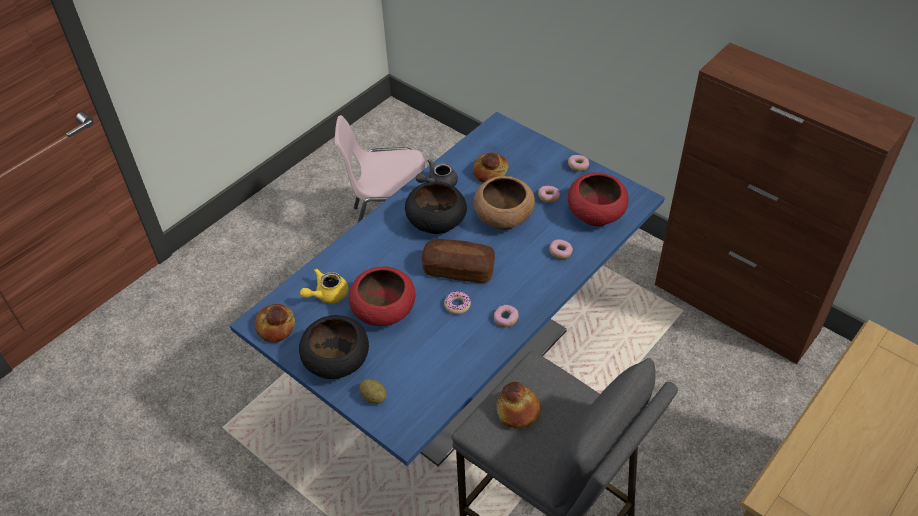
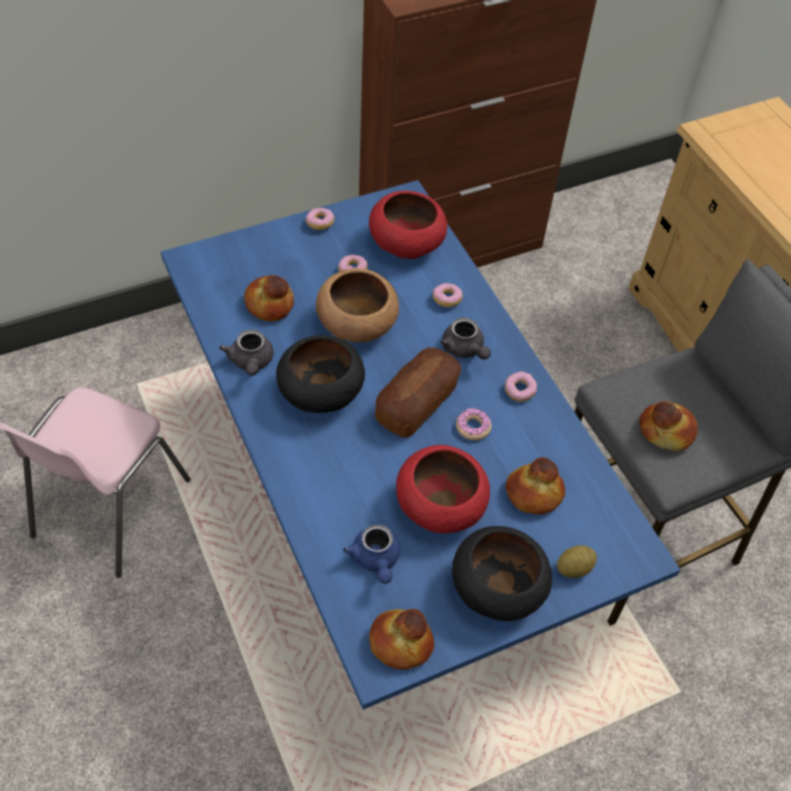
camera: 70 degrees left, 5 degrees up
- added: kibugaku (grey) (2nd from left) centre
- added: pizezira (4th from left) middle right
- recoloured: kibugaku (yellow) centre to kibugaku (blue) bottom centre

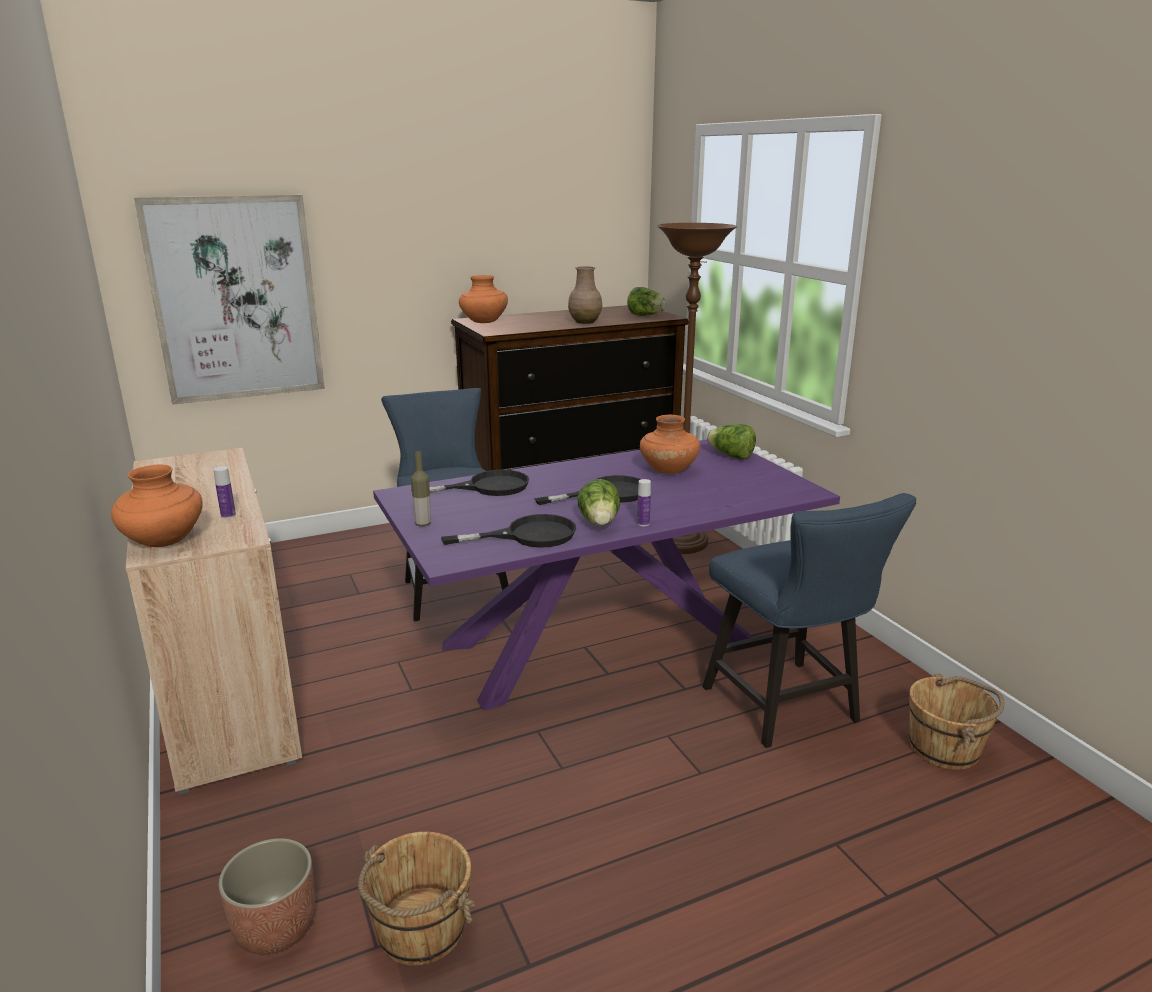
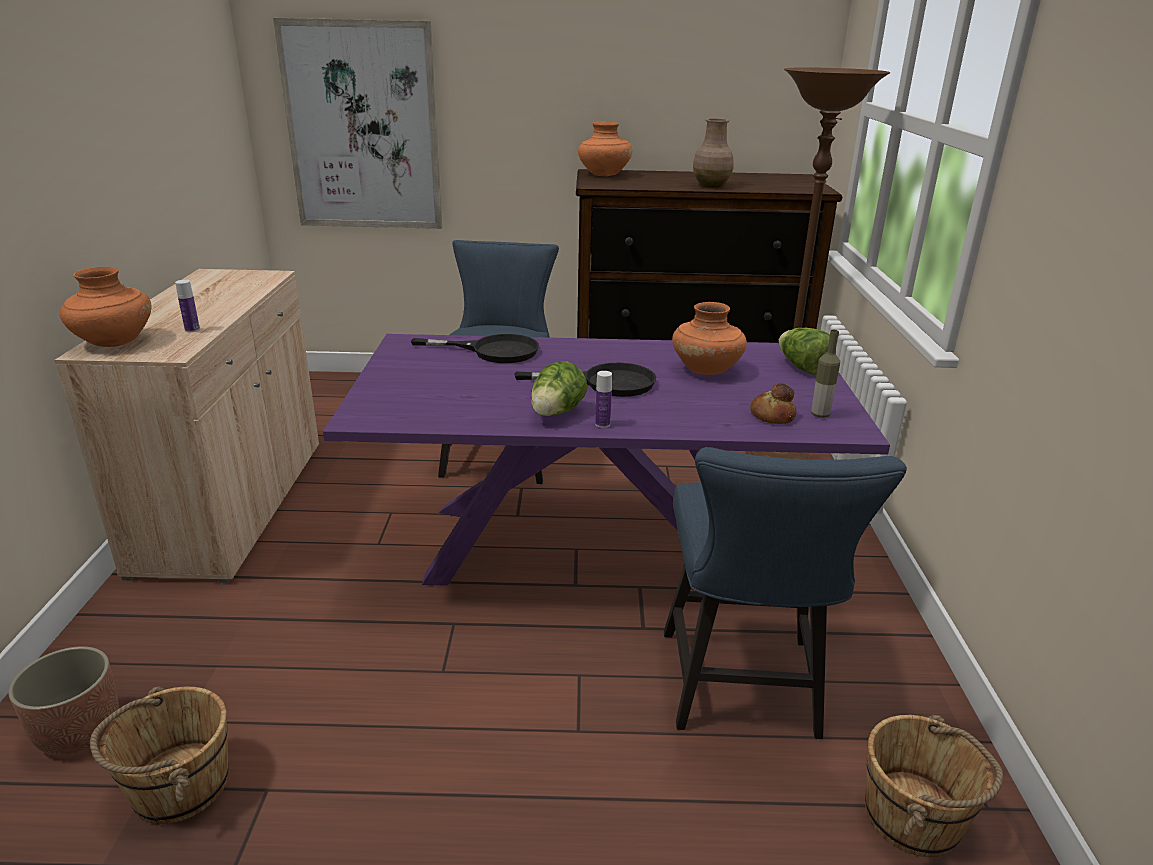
camera: 25 degrees right, 5 degrees up
- removed: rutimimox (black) (2nd from left) centre
- removed: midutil (2nd from left) top centre
- added: pizezira middle right
- moved: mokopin (2nd from left in the first image) centre to mokopin (3rd from left) middle right

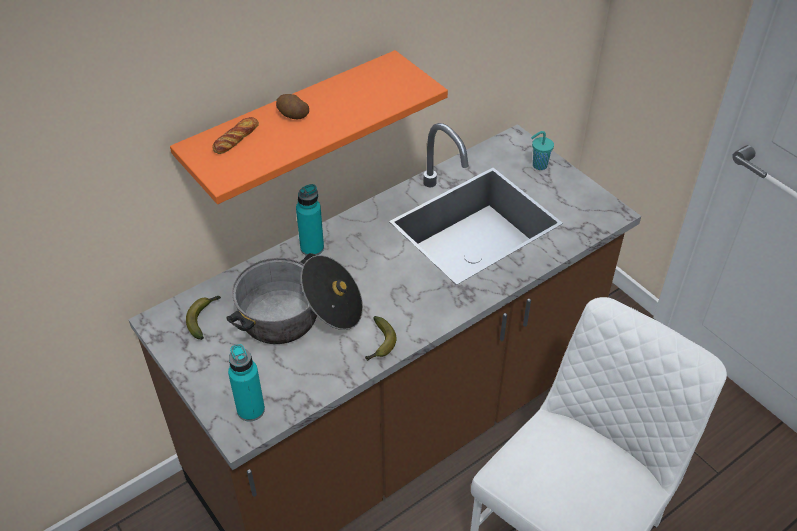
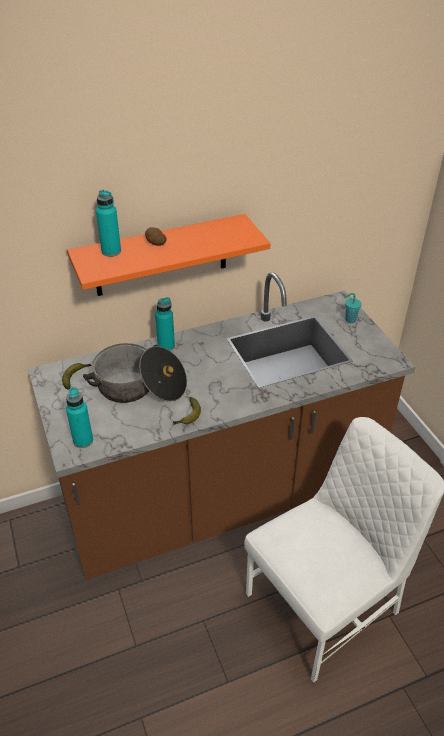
camera: 15 degrees right, 5 degrees down
- replaced: pizezira top left to mokopin (turquoise) (2nd from left) top left

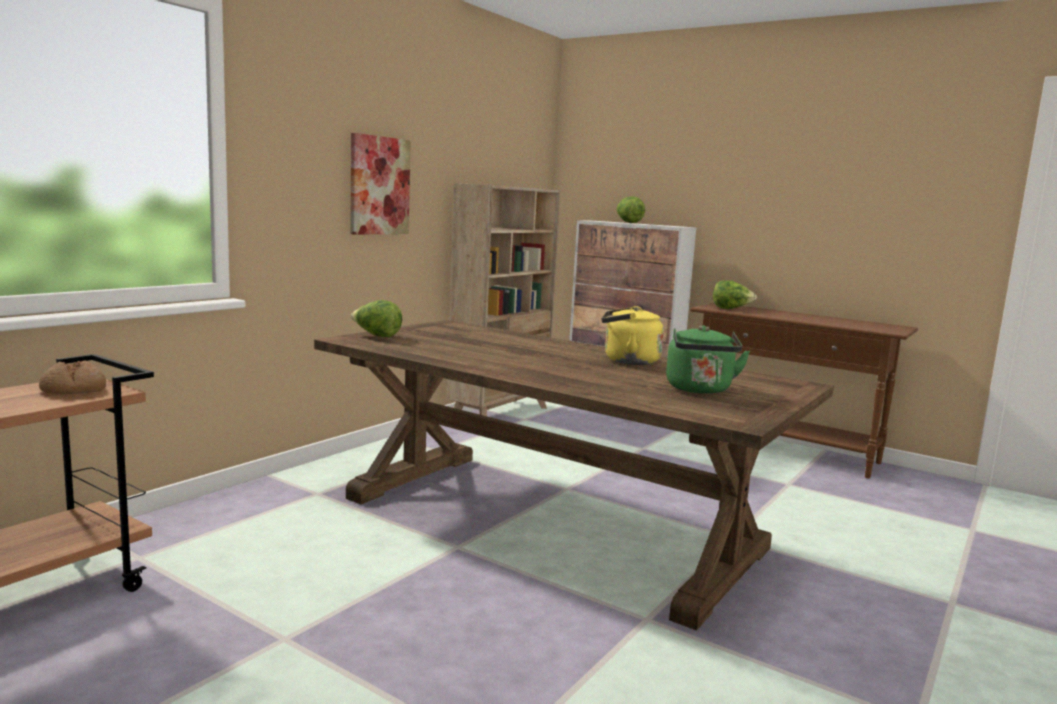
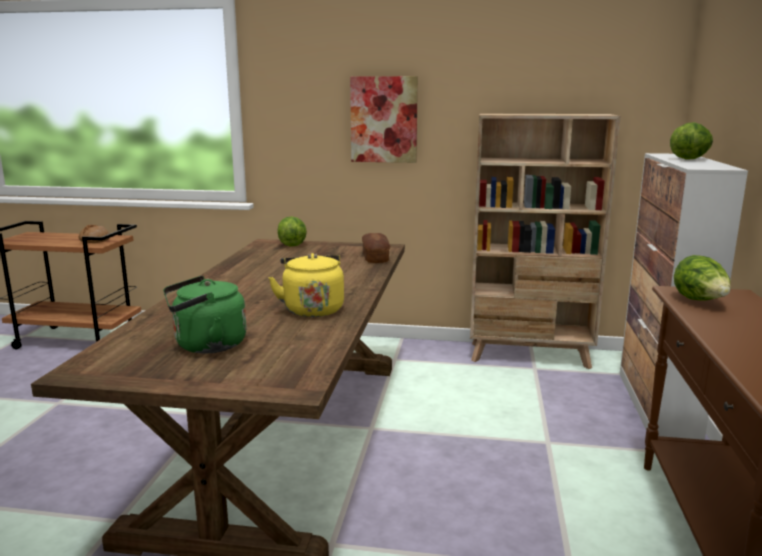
camera: 65 degrees right, 5 degrees up
- added: pizezira (2nd from left) centre

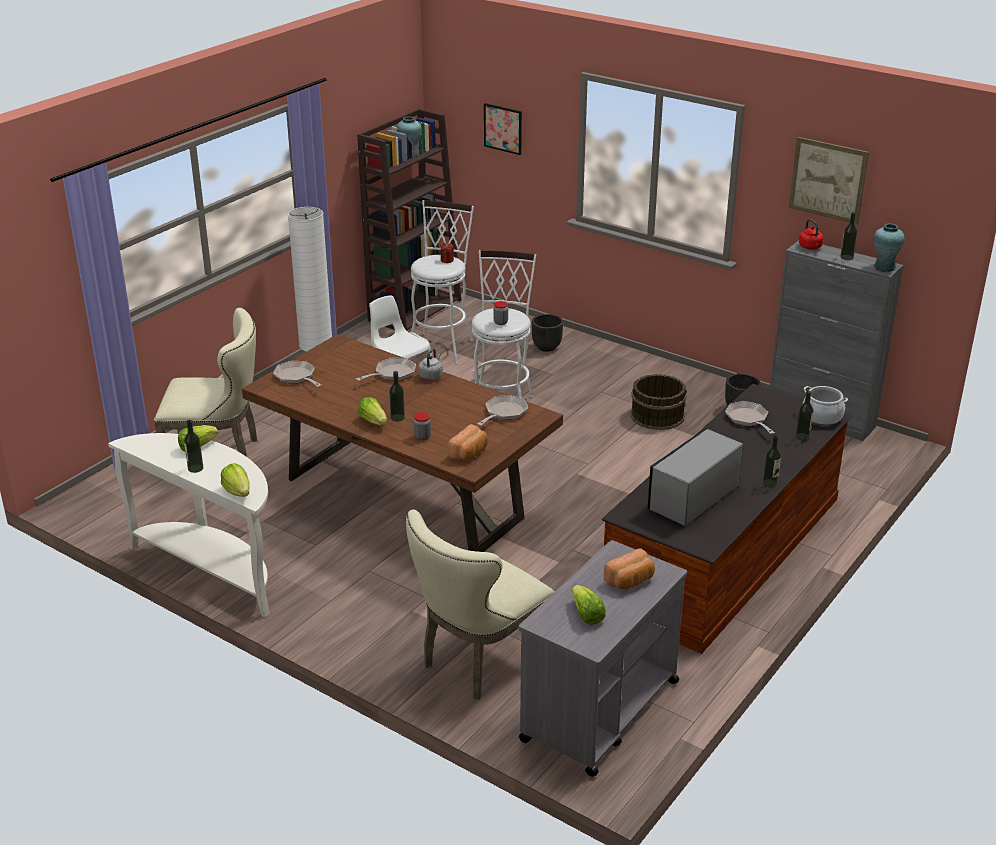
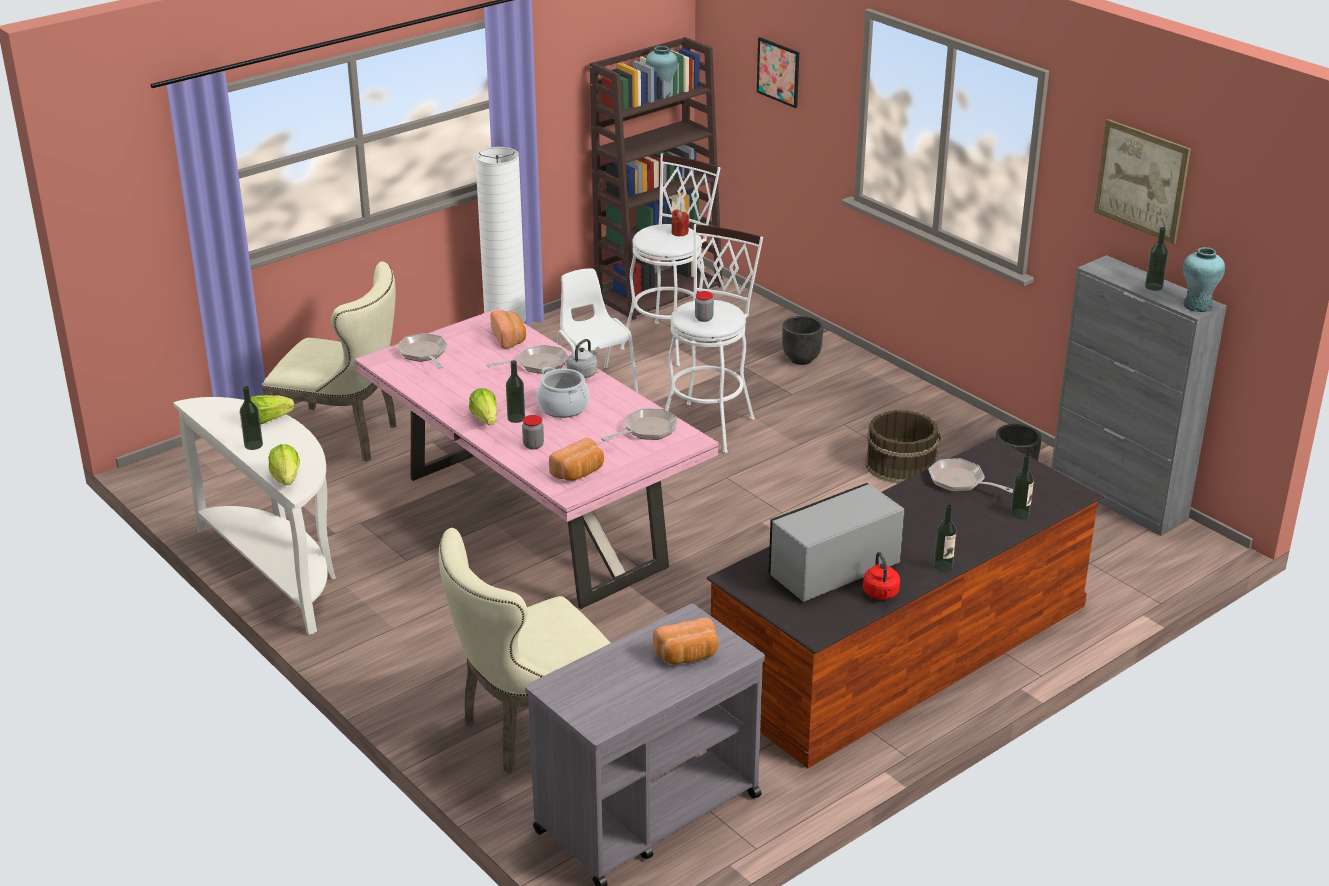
camera: 15 degrees right, 0 degrees up
- removed: midutil (4th from left) bottom centre
- added: pizezira (1st from left) centre
- moved: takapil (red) top right to centre
- moved: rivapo middle right to centre
- recoloured: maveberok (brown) centre to maveberok (pink) centre
- turned: rutimimox (4th from left) middle right = middle right 45 degrees counterclockwise

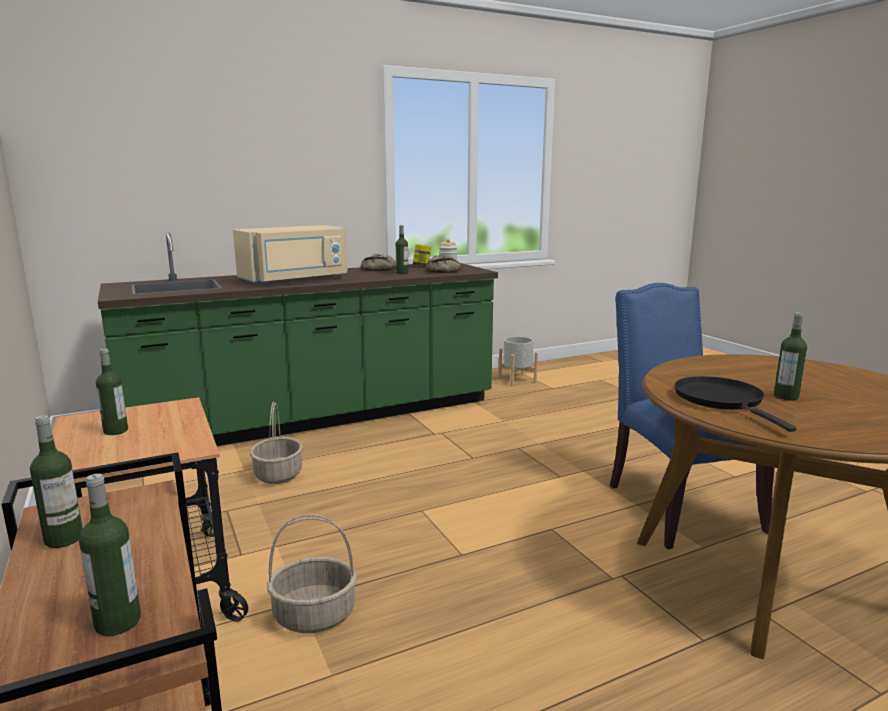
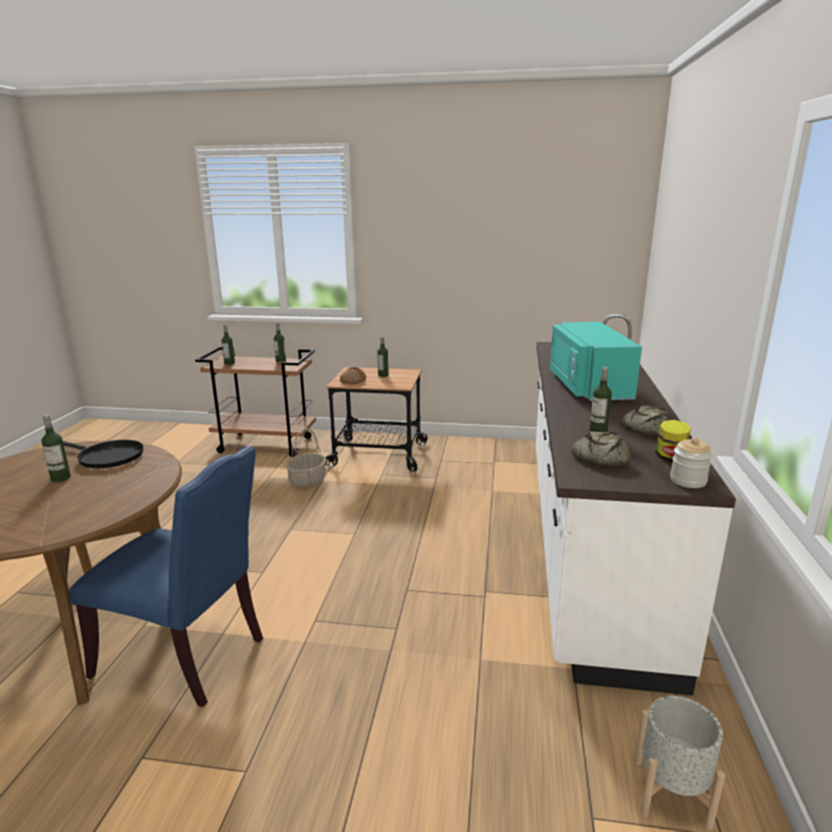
camera: 125 degrees right, 5 degrees up
- removed: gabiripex (1st from left) middle left
- added: pizezira (1st from left) centre
- recoloured: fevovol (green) centre to fevovol (white) middle right
- recoloured: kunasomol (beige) middle left to kunasomol (turquoise) middle right

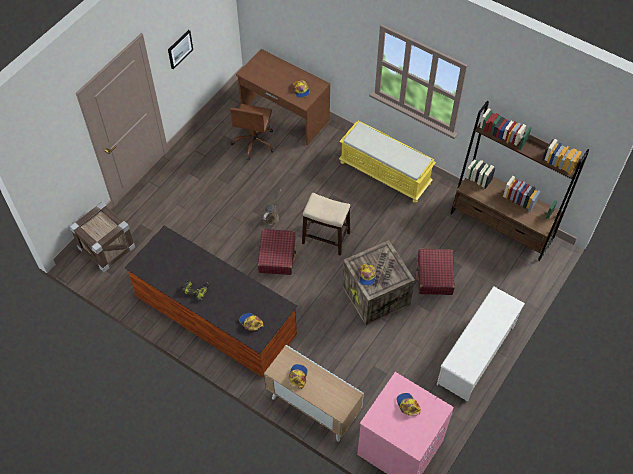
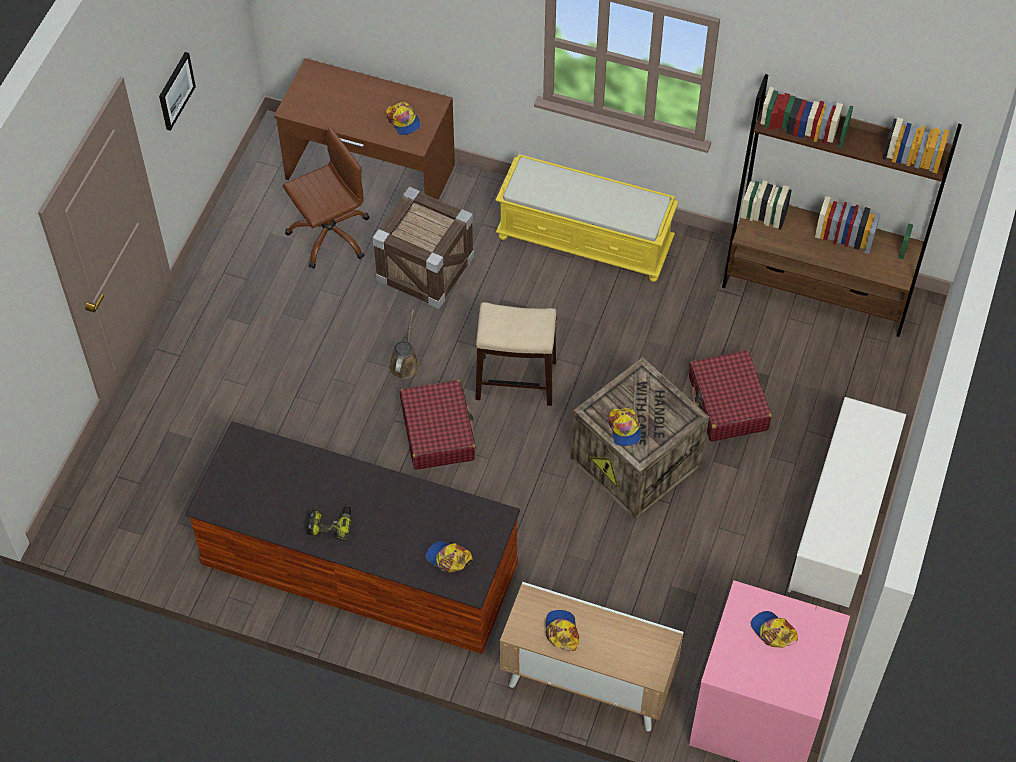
camera: 15 degrees left, 0 degrees up
- moved: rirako (1st from left) middle left to top centre
- turned: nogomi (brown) top centre = top left 120 degrees counterclockwise

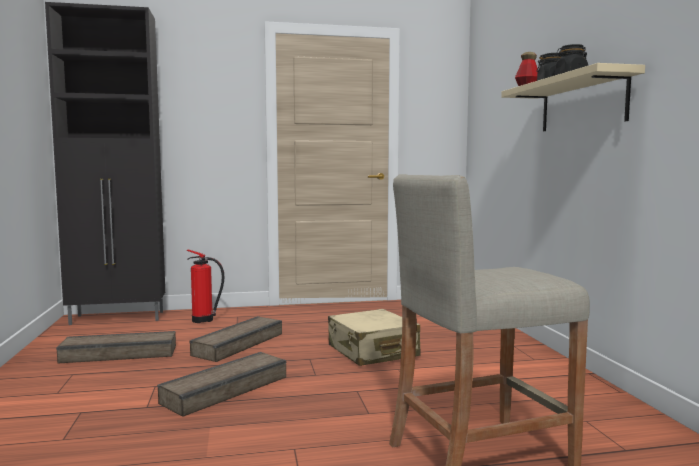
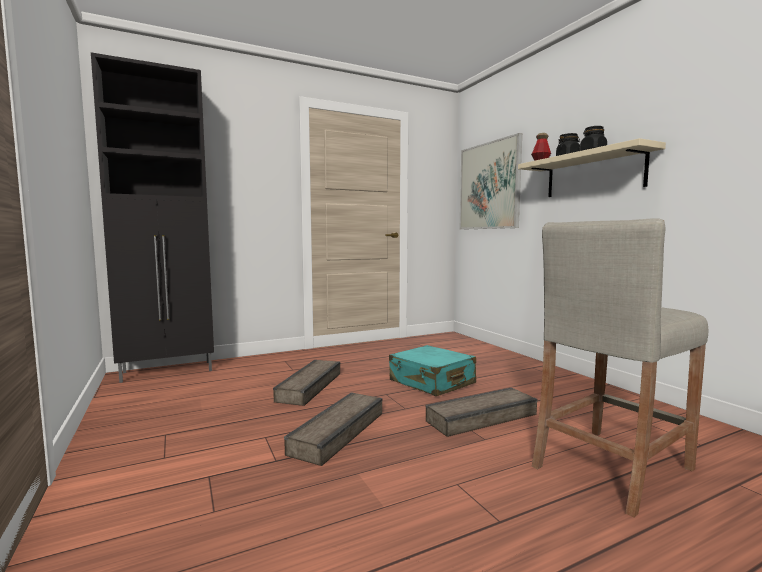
camera: 15 degrees left, 0 degrees up
- removed: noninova middle left
- added: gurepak top centre
- moved: rirako (1st from left in the first image) bottom left to rirako (3rd from left) bottom centre
- recoloured: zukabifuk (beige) bottom centre to zukabifuk (turquoise) centre

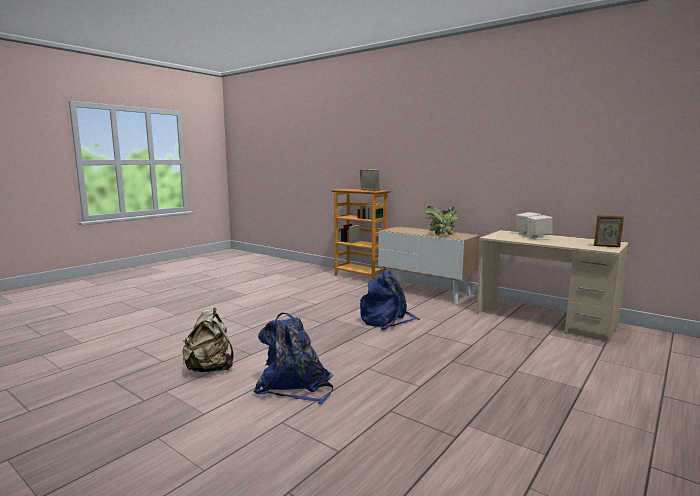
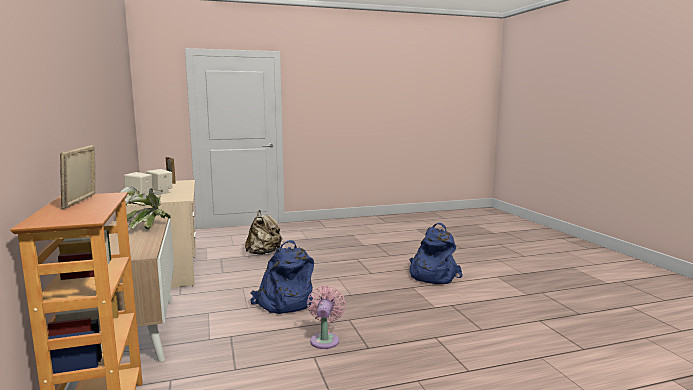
camera: 145 degrees left, 0 degrees up
- added: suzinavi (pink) bottom centre
- moved: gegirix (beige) bottom left to centre

